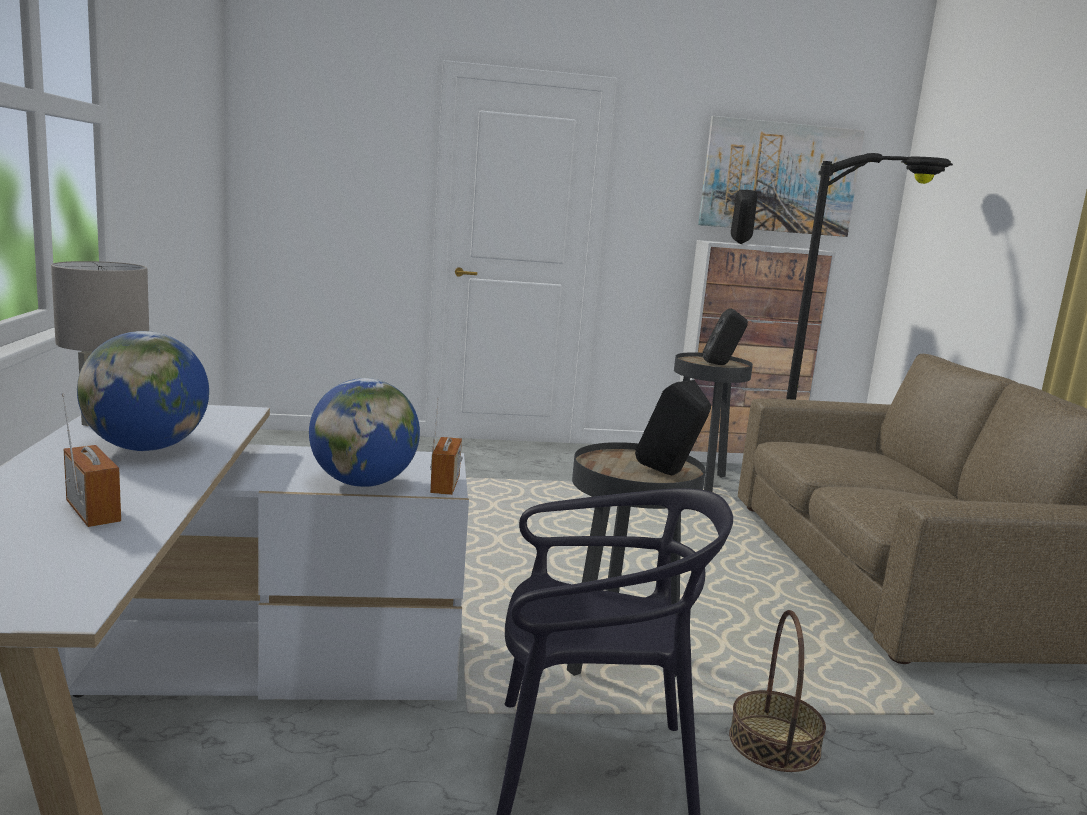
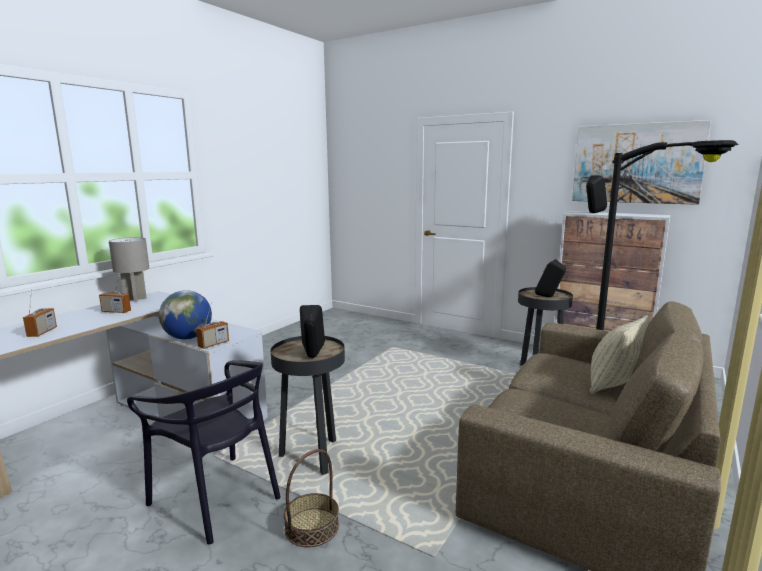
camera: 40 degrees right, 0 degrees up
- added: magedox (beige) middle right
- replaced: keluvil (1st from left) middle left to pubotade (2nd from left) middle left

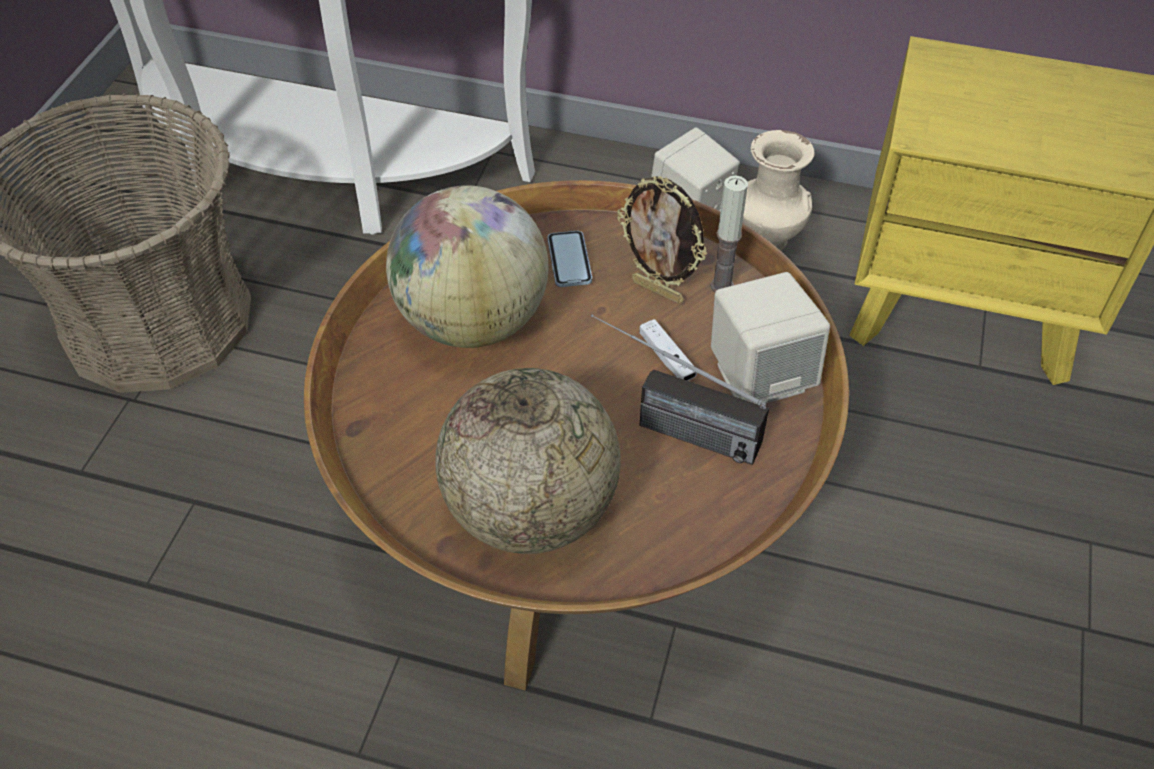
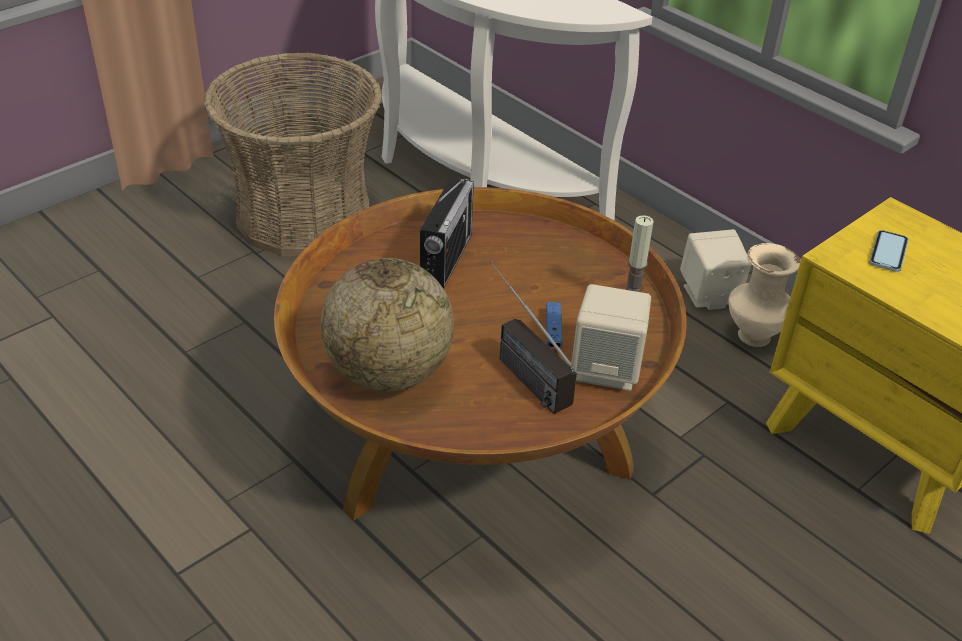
camera: 30 degrees right, 10 degrees down
- removed: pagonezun top centre
- moved: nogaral centre to middle right
- replaced: keluvil (1st from left) centre to pubotade (1st from left) centre
- recoloured: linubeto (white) centre to linubeto (blue) centre

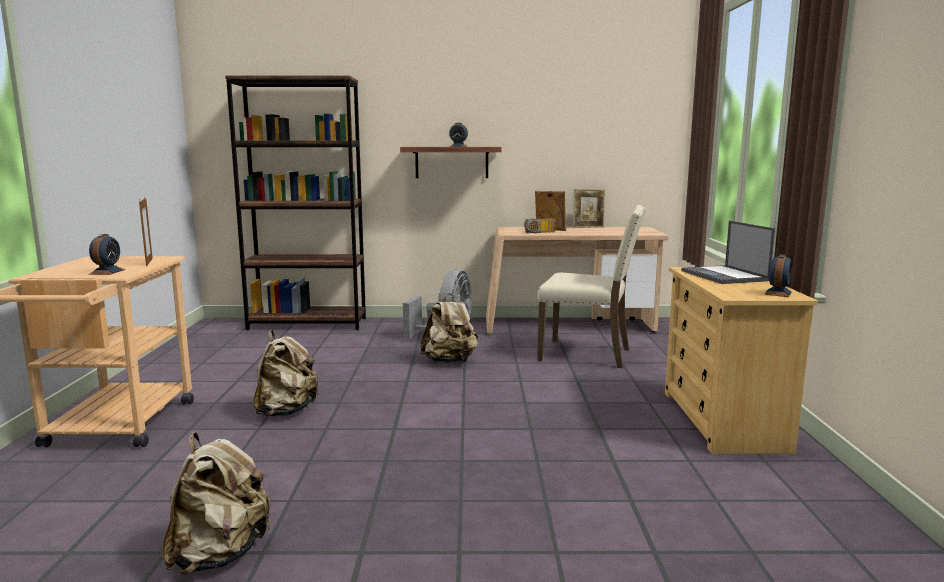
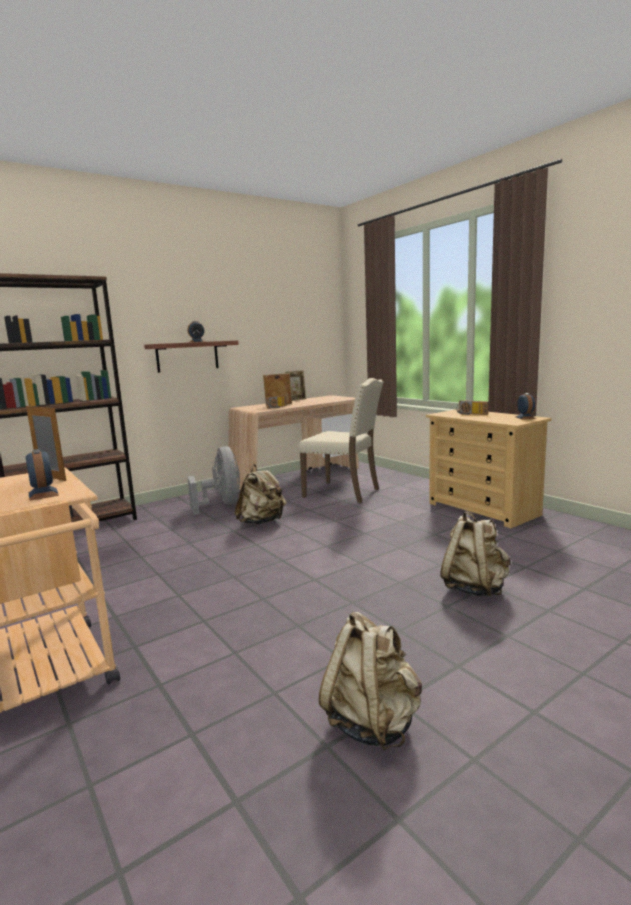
camera: 35 degrees left, 0 degrees up
- moved: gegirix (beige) (2nd from left in the first image) middle left to gegirix (beige) (3rd from left) middle right
- replaced: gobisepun middle right to pubotade (2nd from left) middle right
- turned: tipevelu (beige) centre = centre 45 degrees clockwise

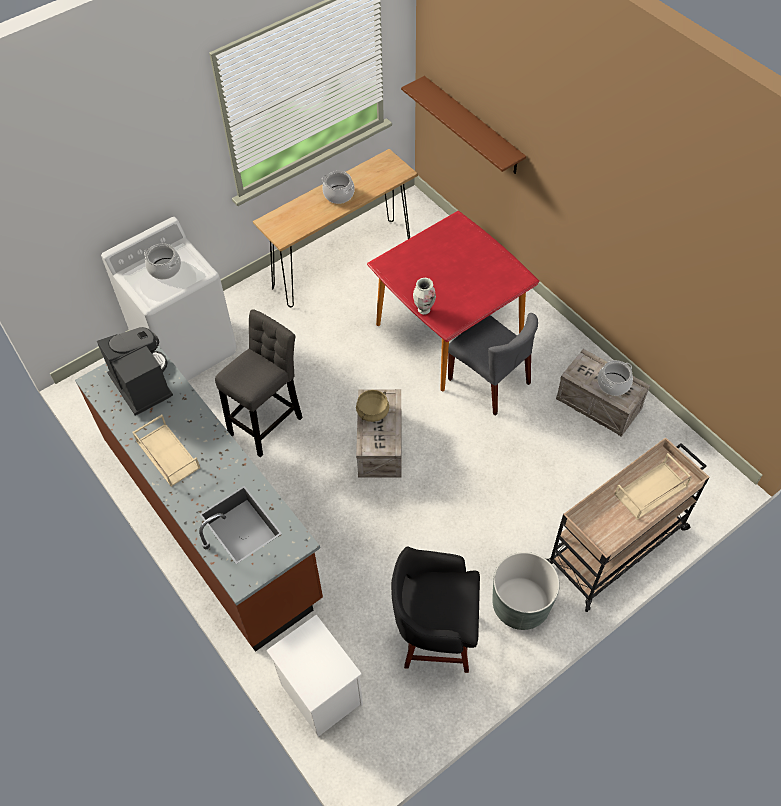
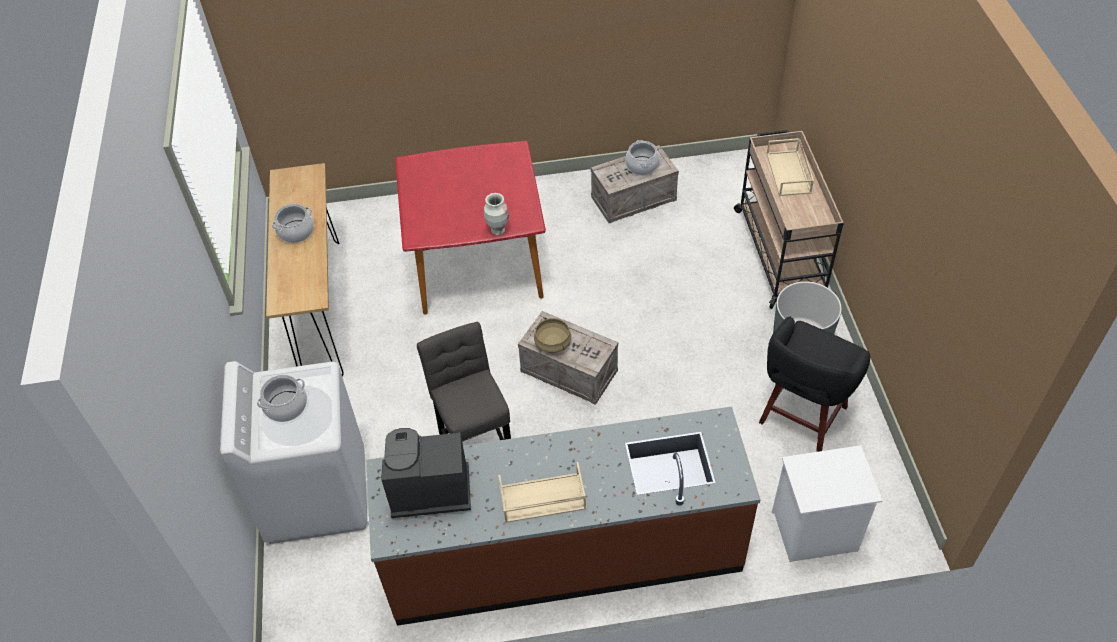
camera: 60 degrees left, 5 degrees down
- removed: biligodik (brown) top centre
- removed: tipevelu (grey) centre

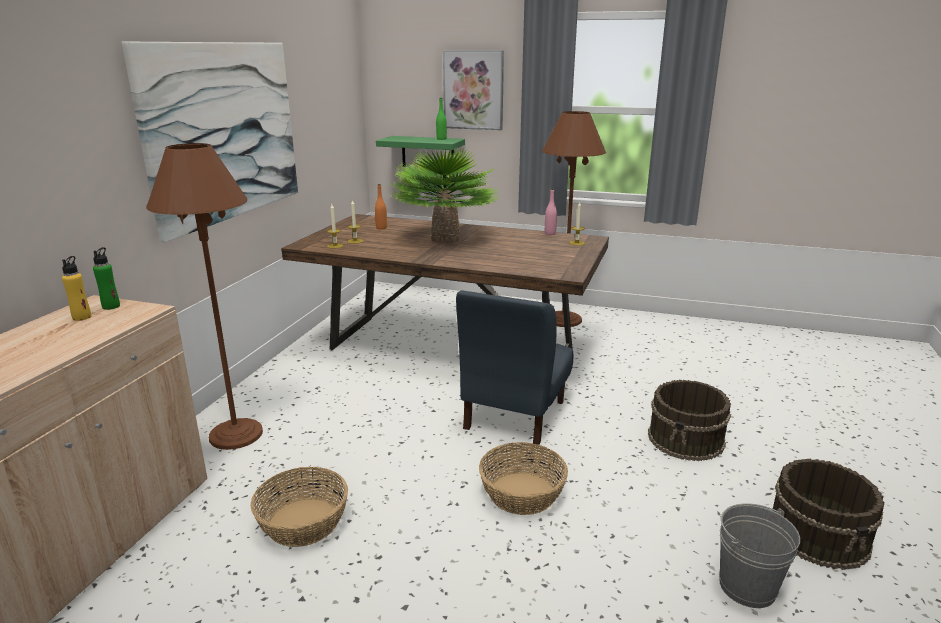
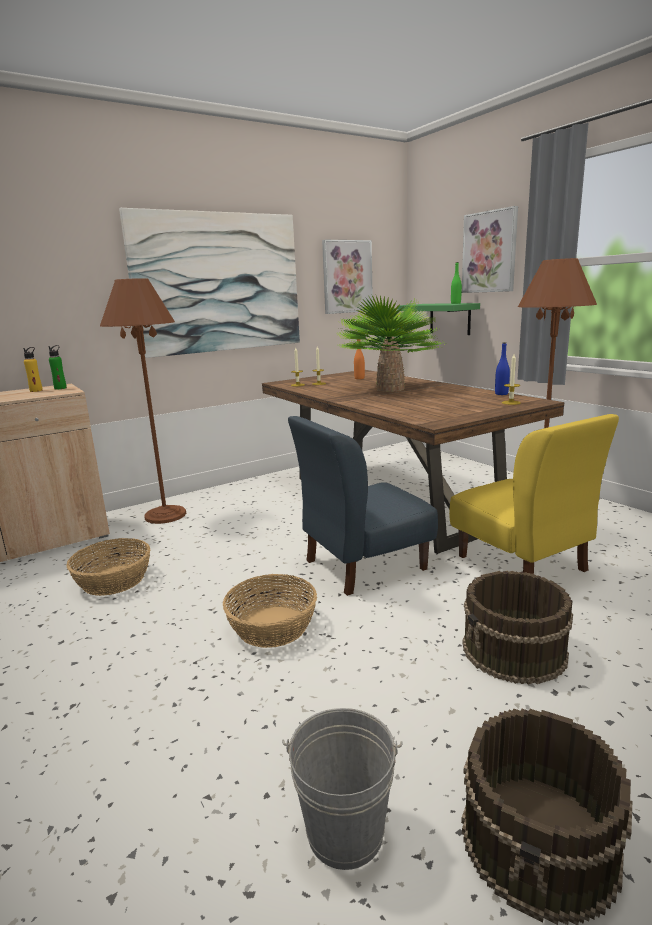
camera: 40 degrees right, 5 degrees down
- added: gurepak (2nd from left) top centre
- added: tipevelu (yellow) middle right
- recoloured: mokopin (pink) centre to mokopin (blue) middle right

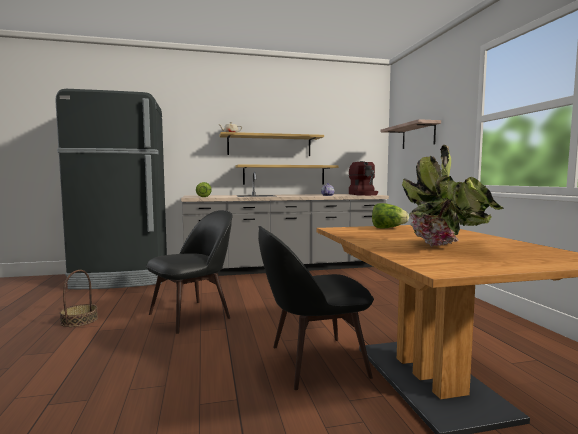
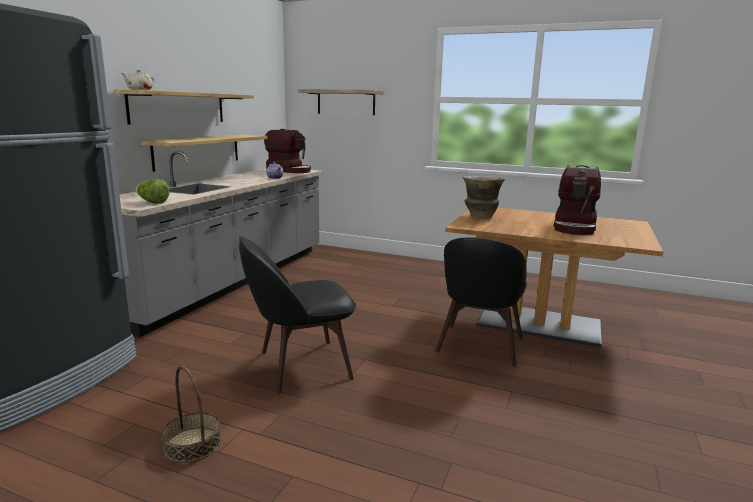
camera: 55 degrees left, 10 degrees up
- replaced: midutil (2nd from left) middle right to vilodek centre
- replaced: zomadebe middle right to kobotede (2nd from left) middle right
- turned: tipevelu (black) (1st from left) middle left = centre 105 degrees counterclockwise

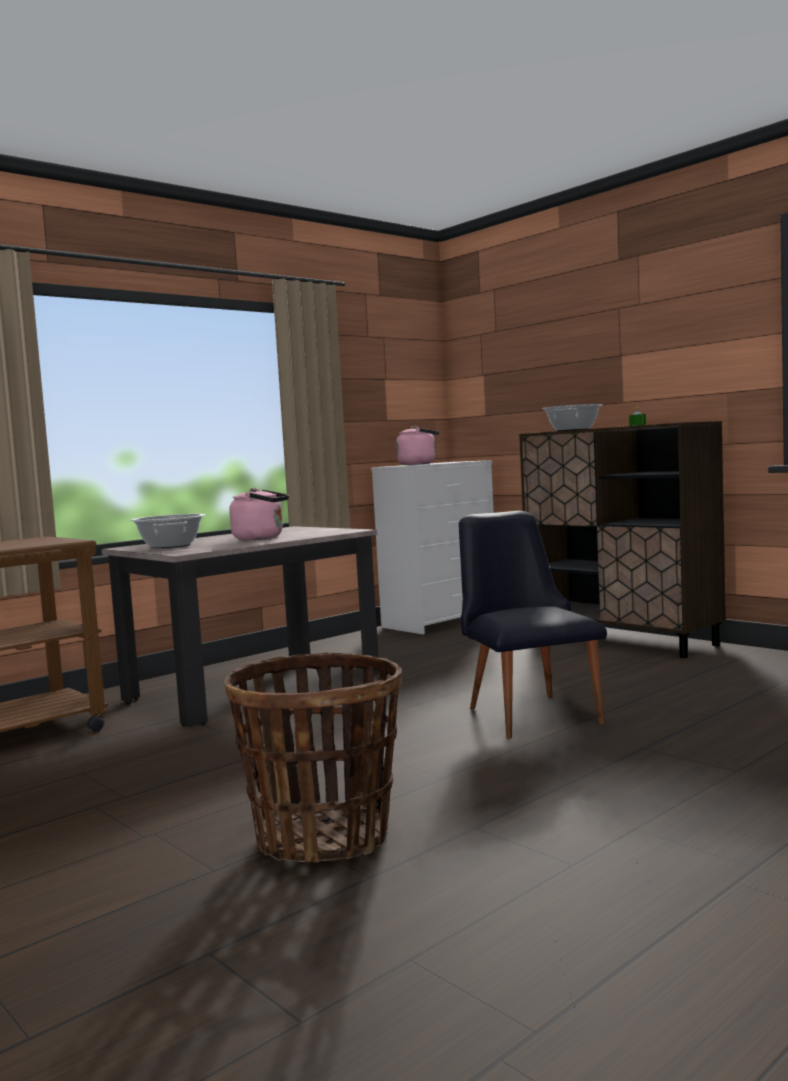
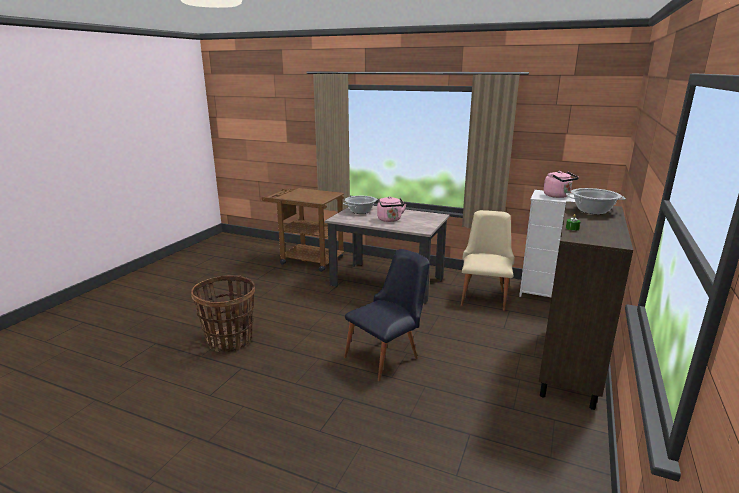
camera: 65 degrees right, 15 degrees up
- added: tipevelu (beige) centre

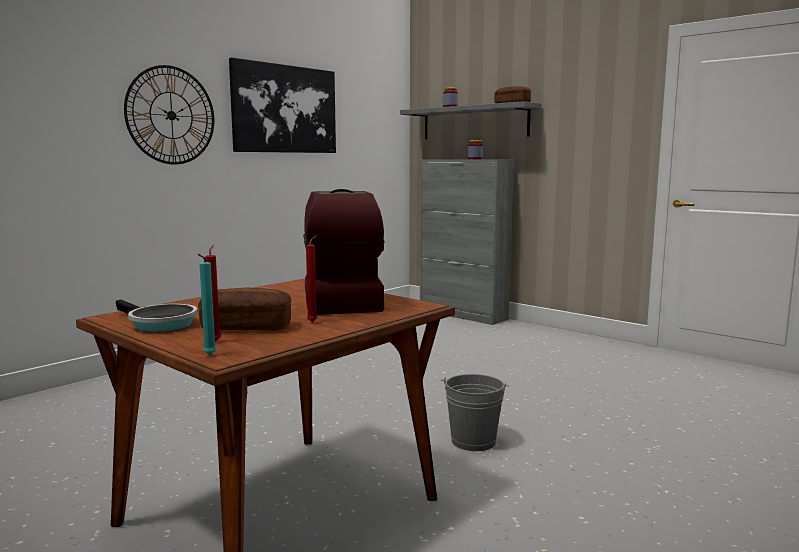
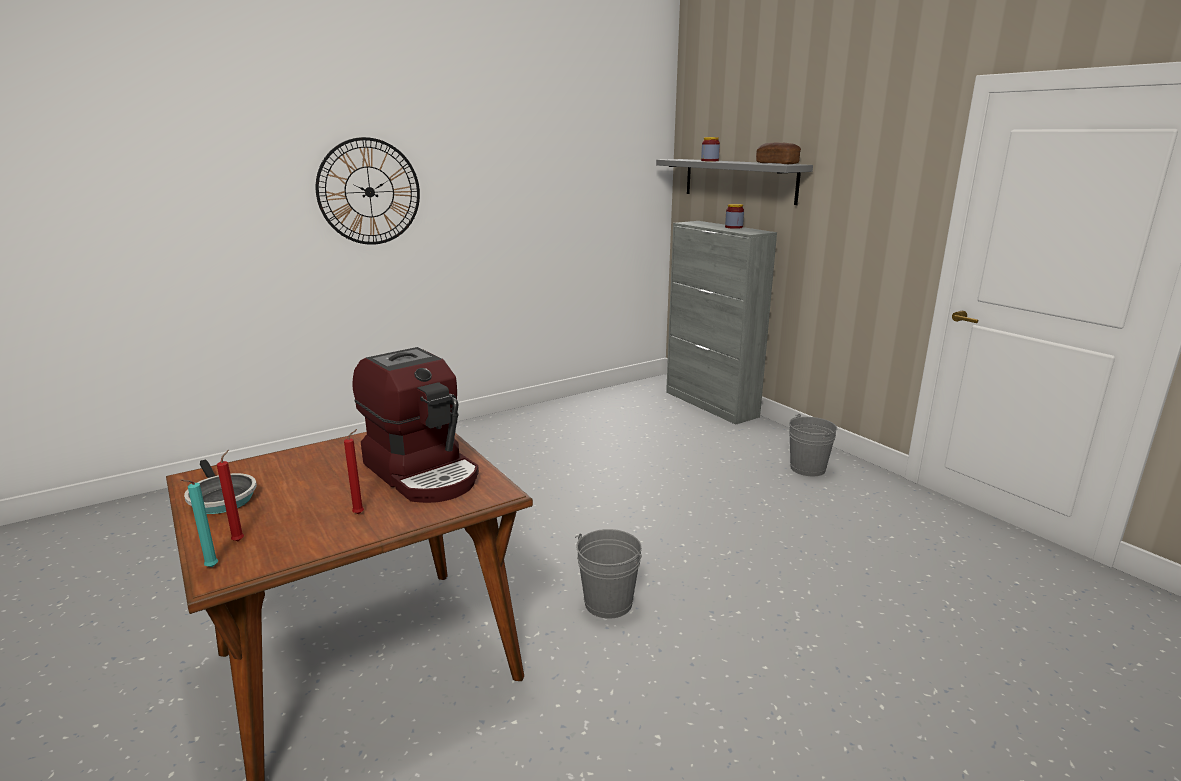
camera: 15 degrees right, 10 degrees up
- removed: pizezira (1st from left) middle left
- removed: gurepak top centre
- added: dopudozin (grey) (2nd from left) middle right
- turned: kobotede centre = centre 135 degrees clockwise

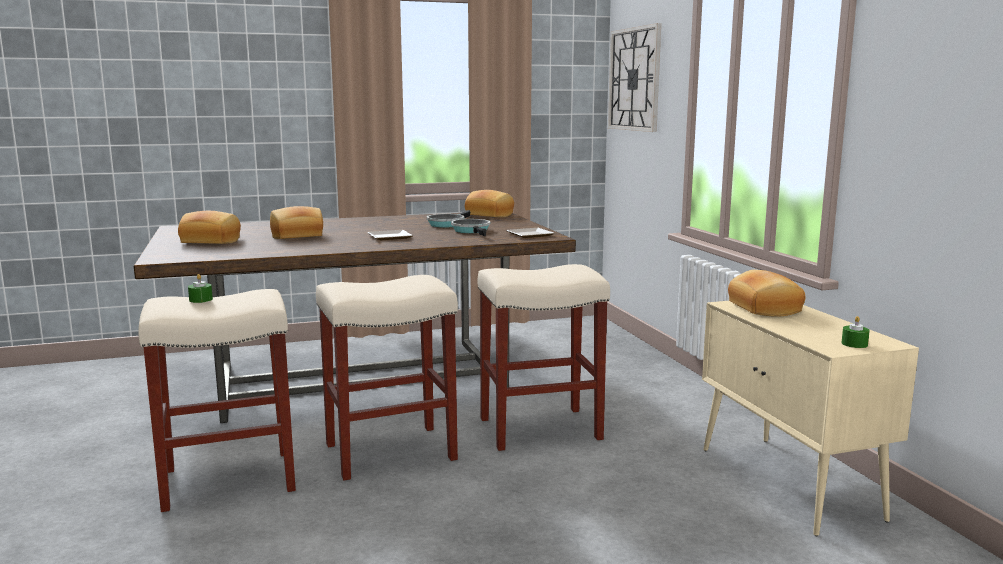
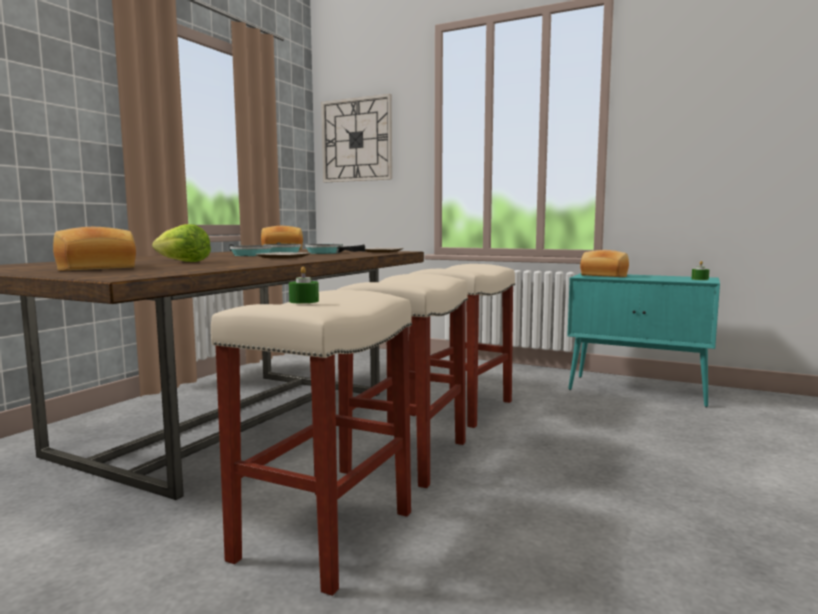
camera: 45 degrees left, 5 degrees down
- added: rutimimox (1st from left) middle left
- replaced: pizezira (2nd from left) middle left to midutil middle left
- recoloured: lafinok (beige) bottom right to lafinok (turquoise) middle right

